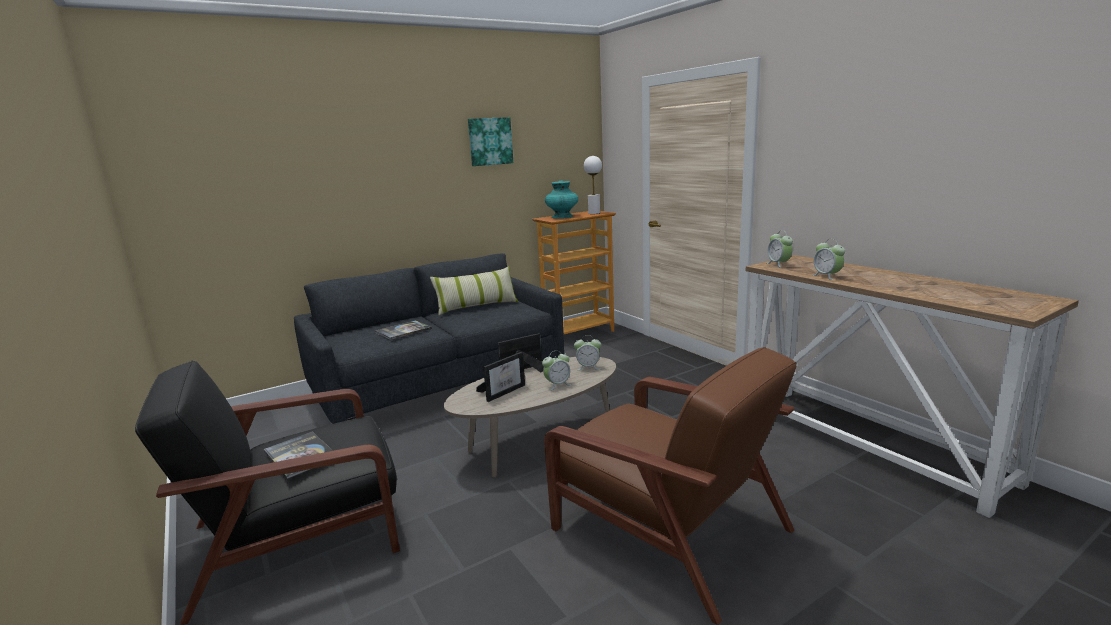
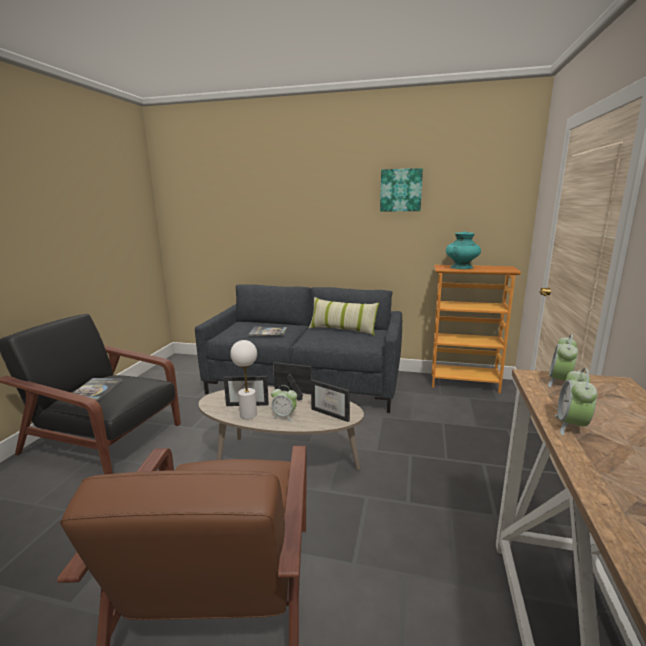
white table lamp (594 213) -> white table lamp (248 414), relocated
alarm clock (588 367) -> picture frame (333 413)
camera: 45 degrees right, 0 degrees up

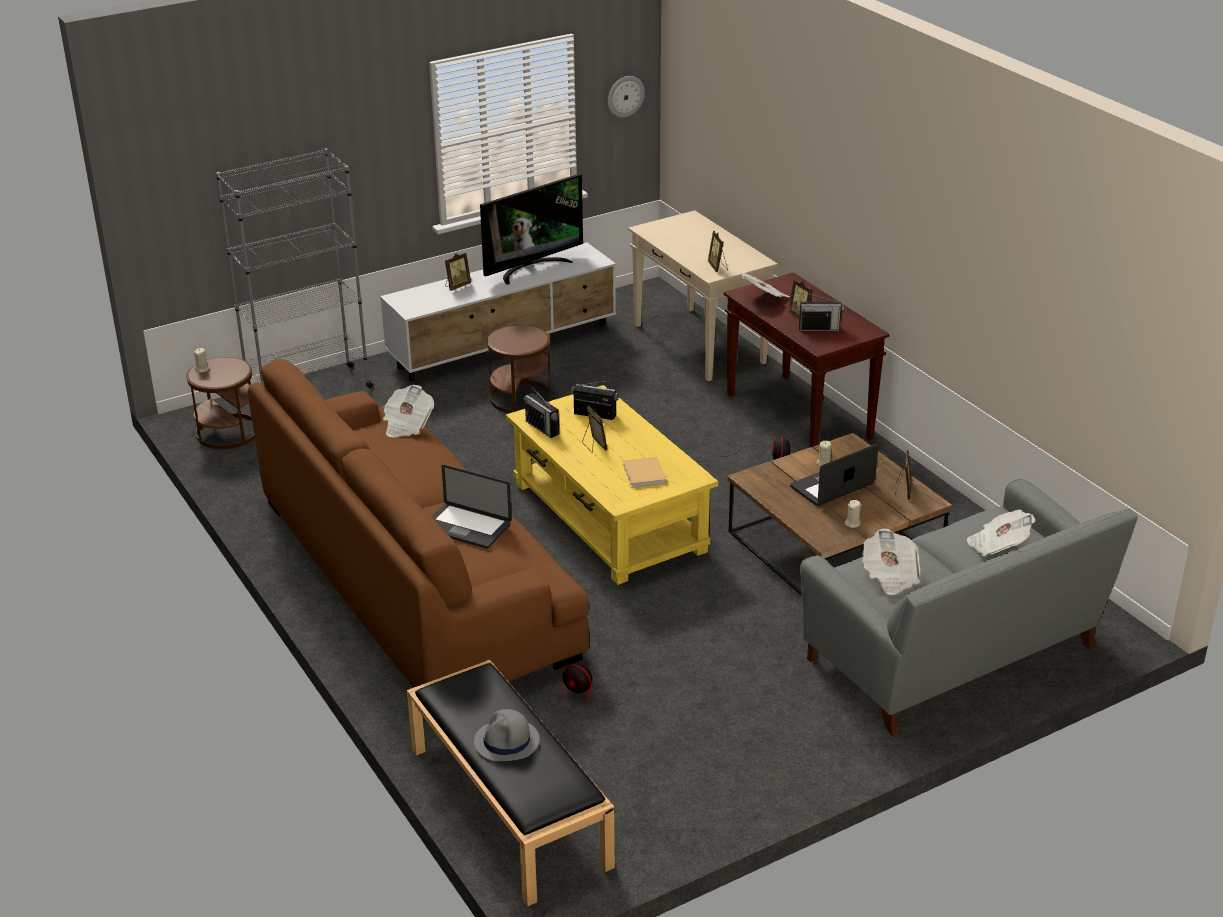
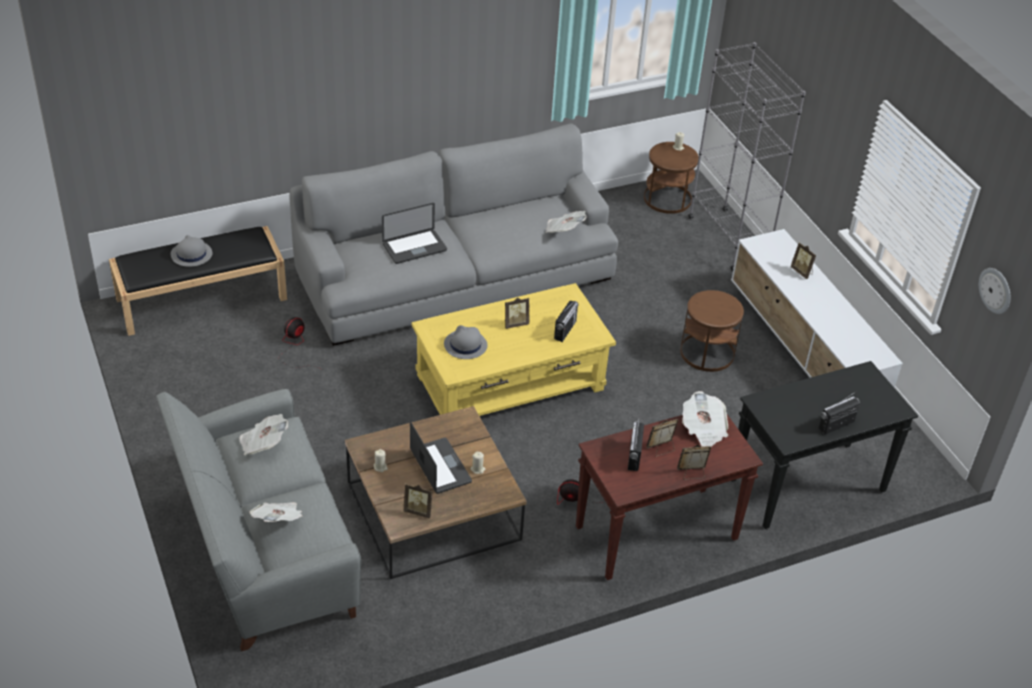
television (531 268) -> none
radio (542 428) -> radio (836 425), relocated
picture frame (718 267) -> picture frame (692 473), relocated
beige book (644 475) -> grey hat (465 345)
brown sofa (415 576) -> grey sofa (455 277)
beige console table (700 345) -> black console table (806 486)
laptop (466 527) -> laptop (414 247), 150 degrees counterclockwise
camera: 95 degrees right, 10 degrees up

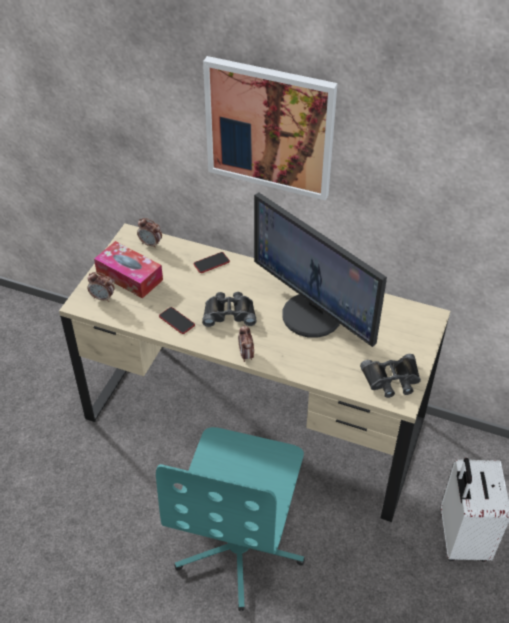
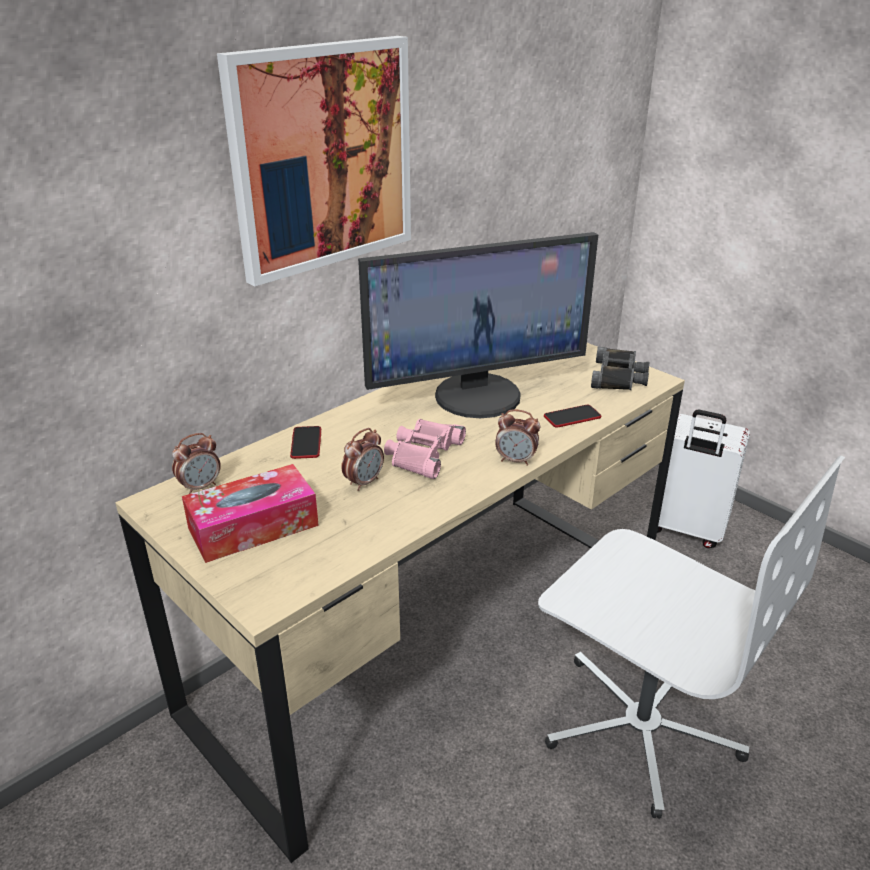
alarm clock (103 298) -> alarm clock (364 482), relocated
phone (176 321) -> phone (572 417), relocated
turquoise office chair (240 547) -> white office chair (641 725)
black binoculars (229 313) -> pink binoculars (422 454)
camera: 65 degrees left, 15 degrees down

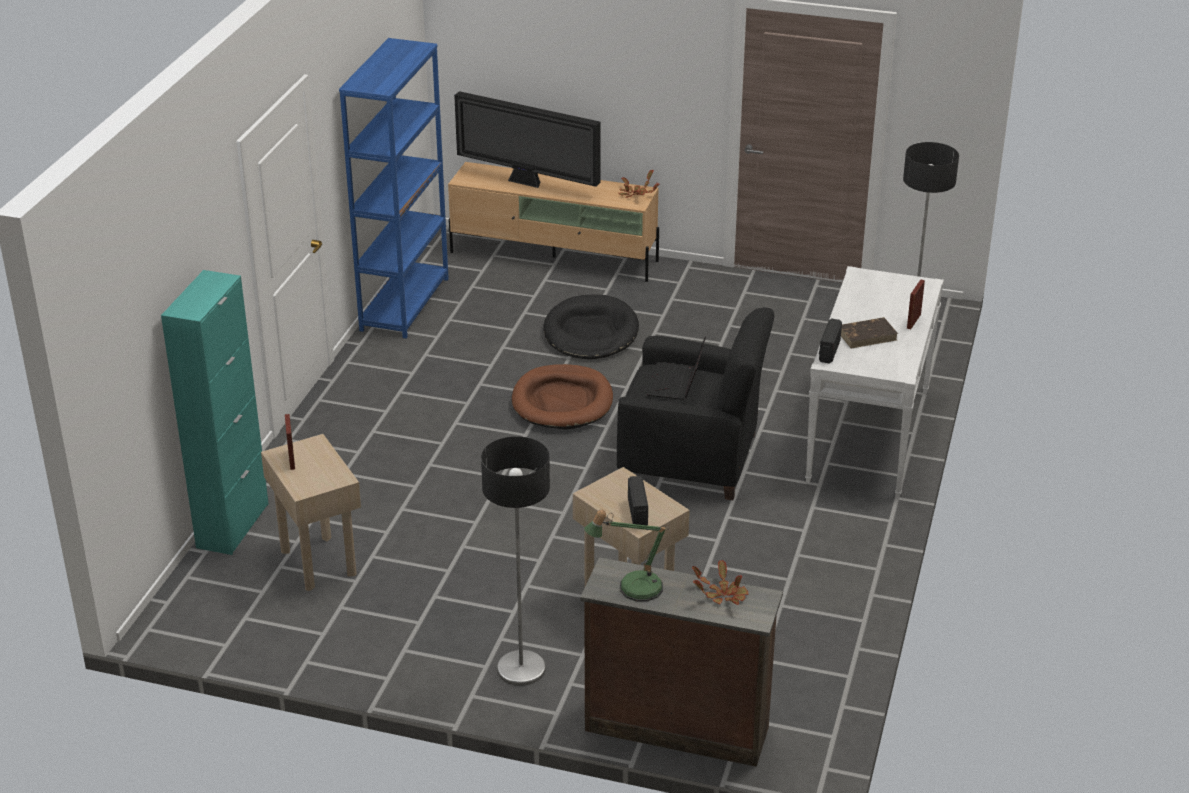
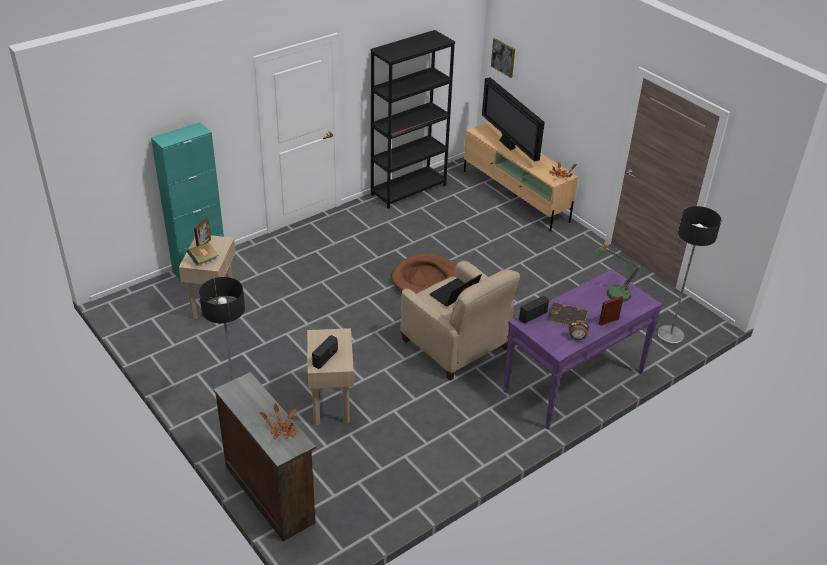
black dog bed (591 332) -> none
none -> book (203 260)
none -> picture (503 57)
none -> alarm clock (577 338)
table lamp (632 588) -> table lamp (614 292), relocated
blue bookcase (405 304) -> black bookcase (408 190)
black armchair (691 458) -> beige armchair (456 344)
white console table (869 435) -> purple console table (573 382)
camera: 35 degrees right, 5 degrees up

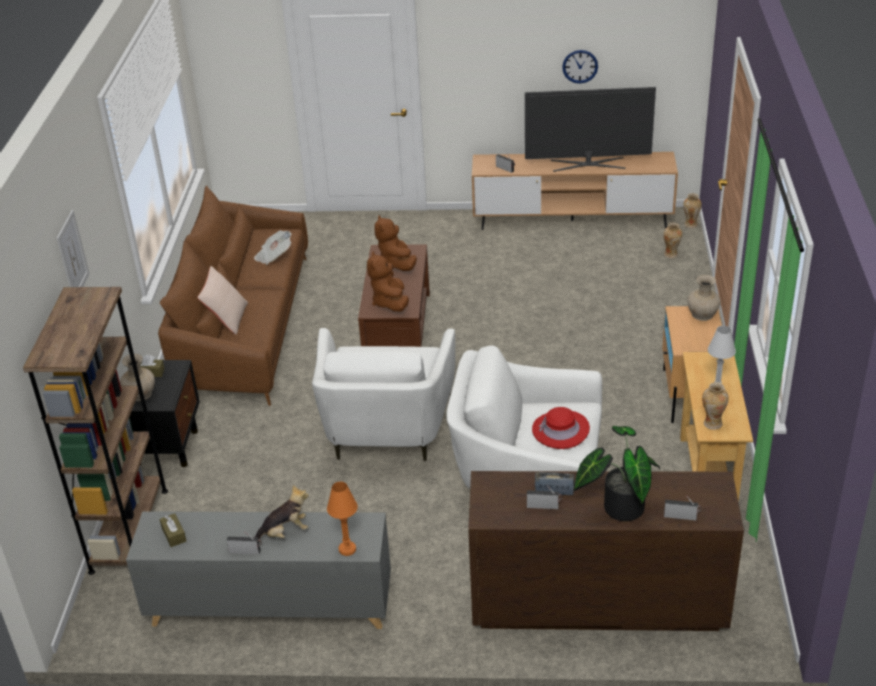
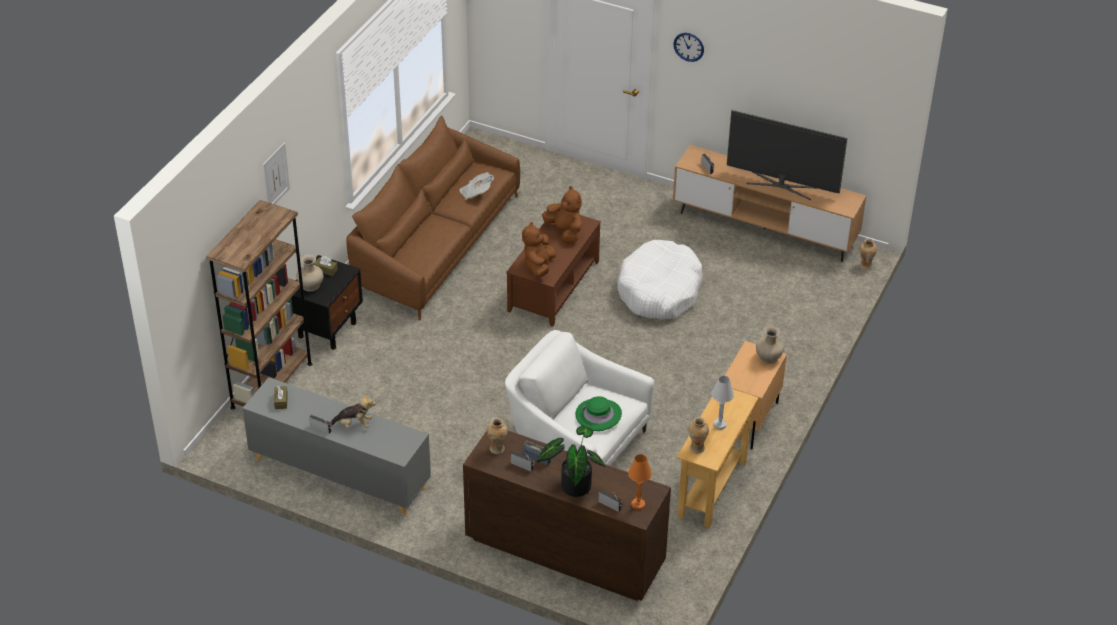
beige pillow (226 318) -> none
white armchair (386 429) -> none
none -> white dog bed (659 291)
orange table lamp (347 549) -> orange table lamp (638 504), relocated
wall clock (580 66) -> wall clock (688 46), relocated
vase (671 255) -> vase (497 449), relocated
red hat (560 430) -> green hat (598 415)
brown plush toy (396 264) -> brown plush toy (565 232), 135 degrees clockwise
camera: 20 degrees right, 5 degrees up

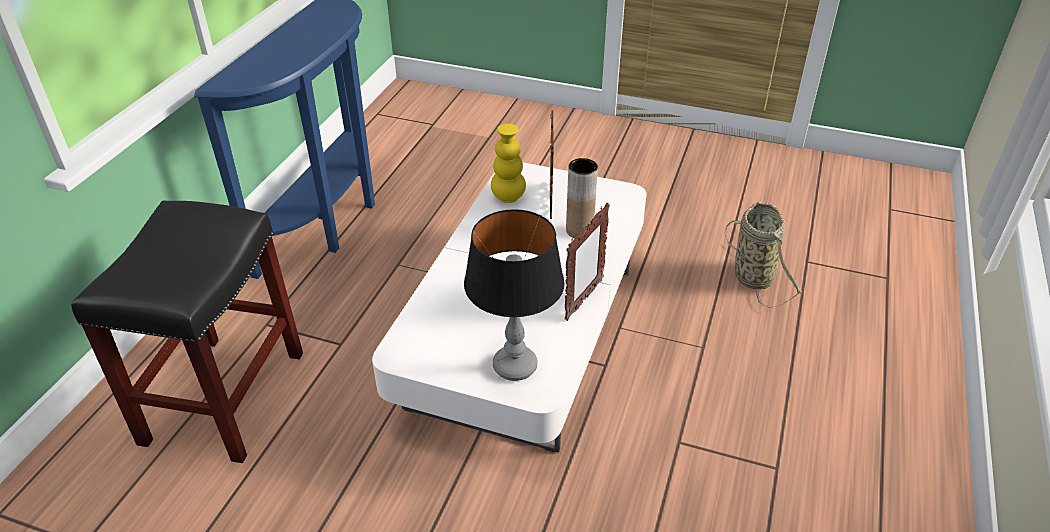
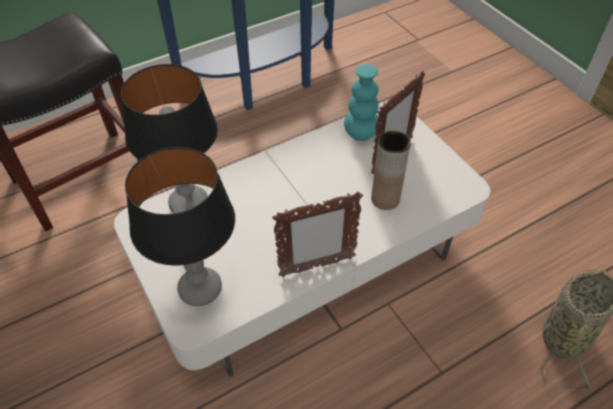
none -> table lamp (188 203)
yellow vase (508 197) -> turquoise vase (360 134)
camera: 40 degrees right, 10 degrees up

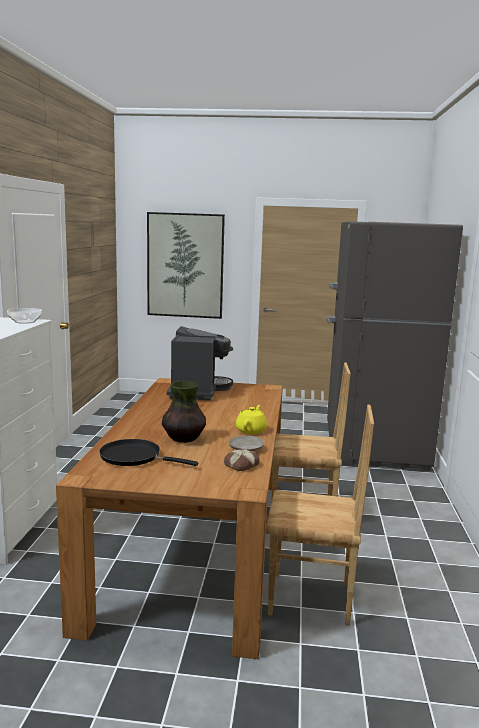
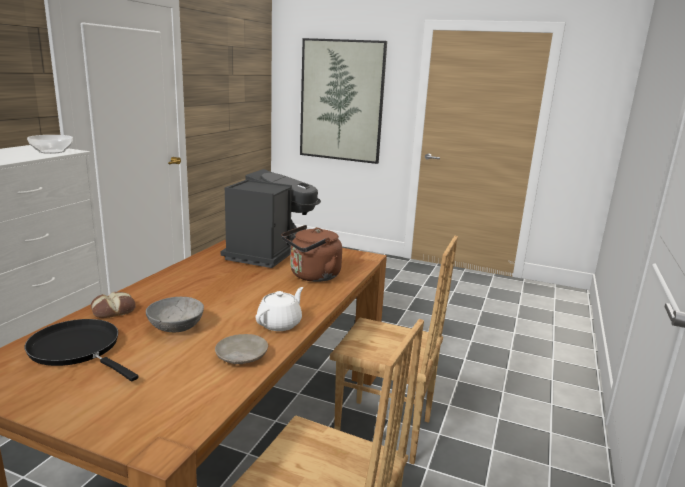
grey fridge (373 446) -> none
none -> brown kettle (312 276)
bread (241 464) -> bread (113 310), relocated
vase (184 439) -> grey bowl (176 326)
yellow teapot (251 430) -> white teapot (280 323)
camera: 15 degrees right, 5 degrees up

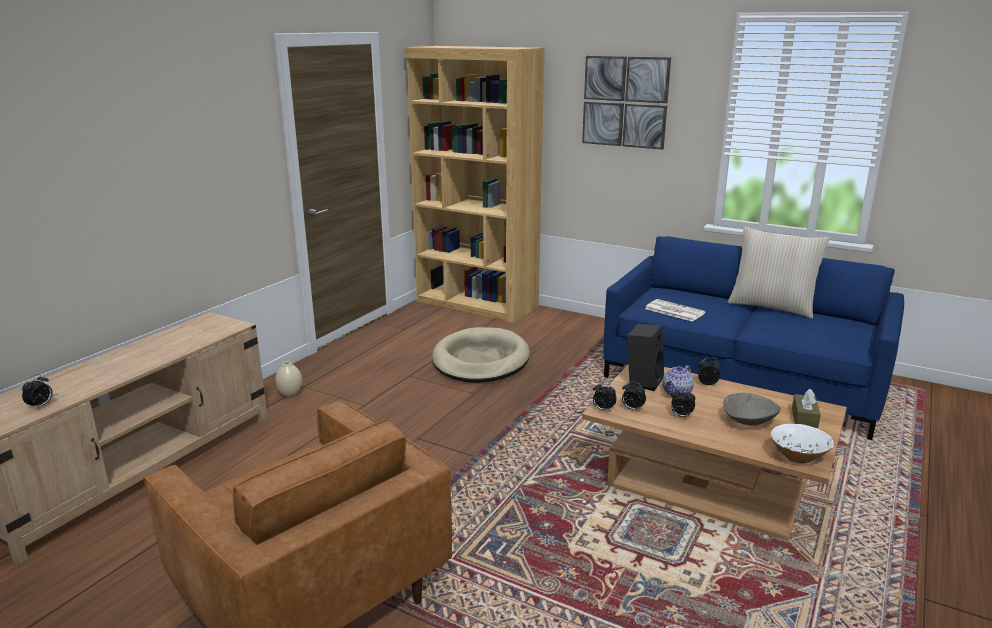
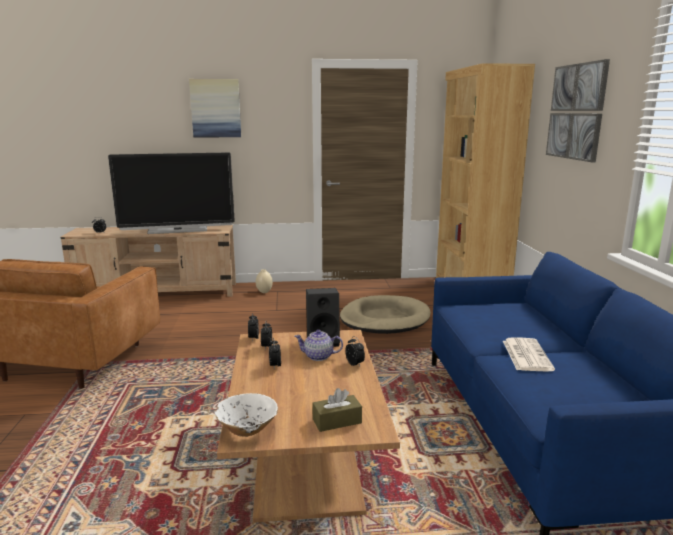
grey bowl (749 422) -> none
beige pillow (771 307) -> none
none -> television (178 230)
none -> picture (216 108)
newspaper (673 311) -> newspaper (526 355), relocated
camera: 55 degrees right, 5 degrees down

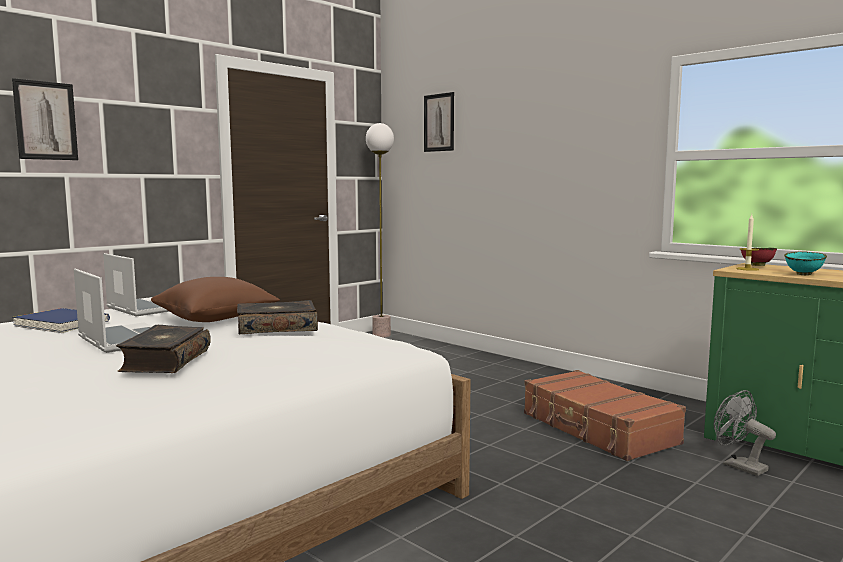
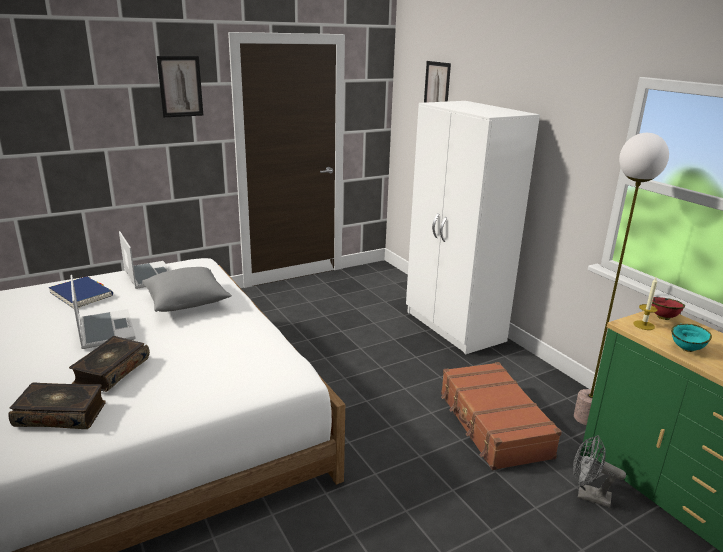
none -> white wardrobe (454 327)
picture (45 120) -> picture (180 86), relocated
book (277 328) -> book (61 414), relocated
floor lamp (381 335) -> floor lamp (586 418), relocated
brown pillow (216 319) -> grey pillow (187 303)
grey fan (738 466) -> grey fan (588 495), 45 degrees counterclockwise
camera: 15 degrees right, 15 degrees up

